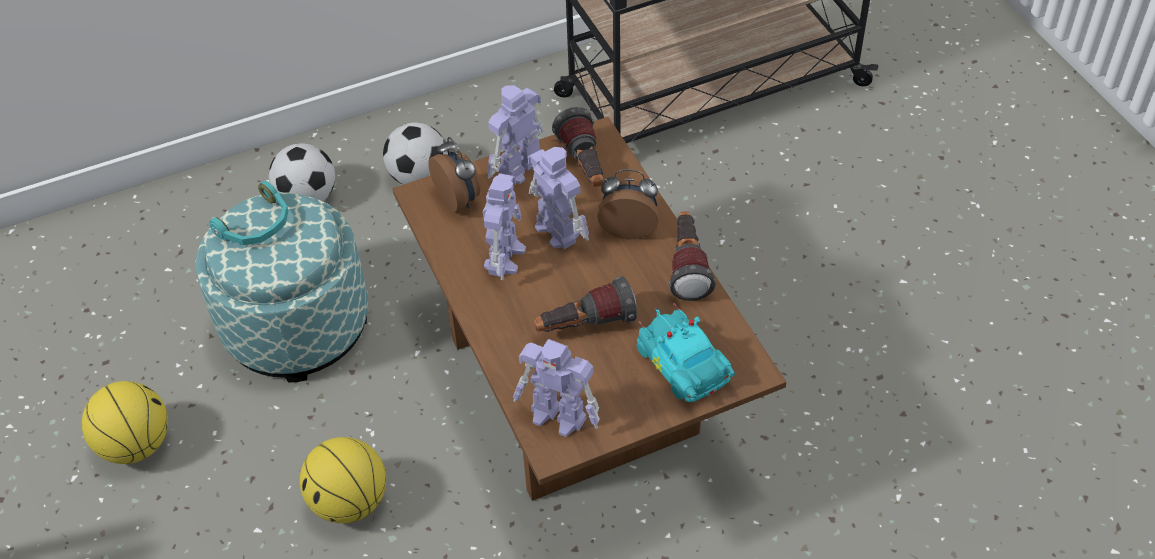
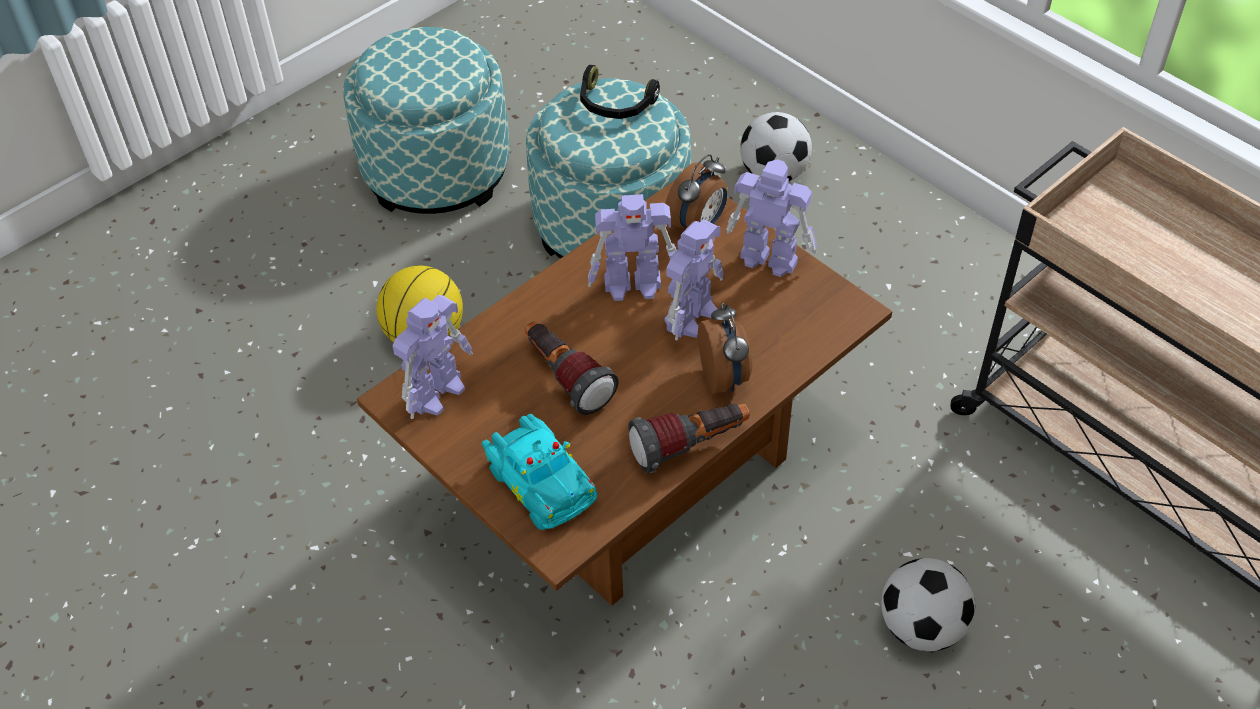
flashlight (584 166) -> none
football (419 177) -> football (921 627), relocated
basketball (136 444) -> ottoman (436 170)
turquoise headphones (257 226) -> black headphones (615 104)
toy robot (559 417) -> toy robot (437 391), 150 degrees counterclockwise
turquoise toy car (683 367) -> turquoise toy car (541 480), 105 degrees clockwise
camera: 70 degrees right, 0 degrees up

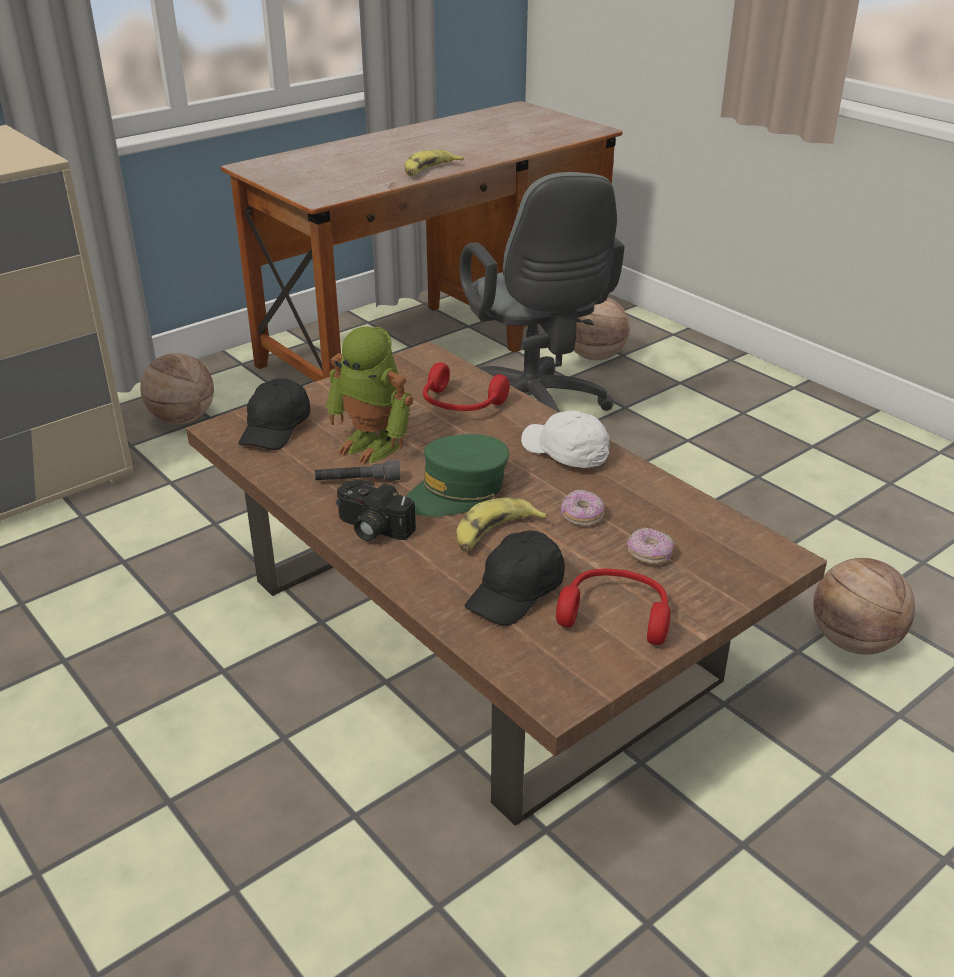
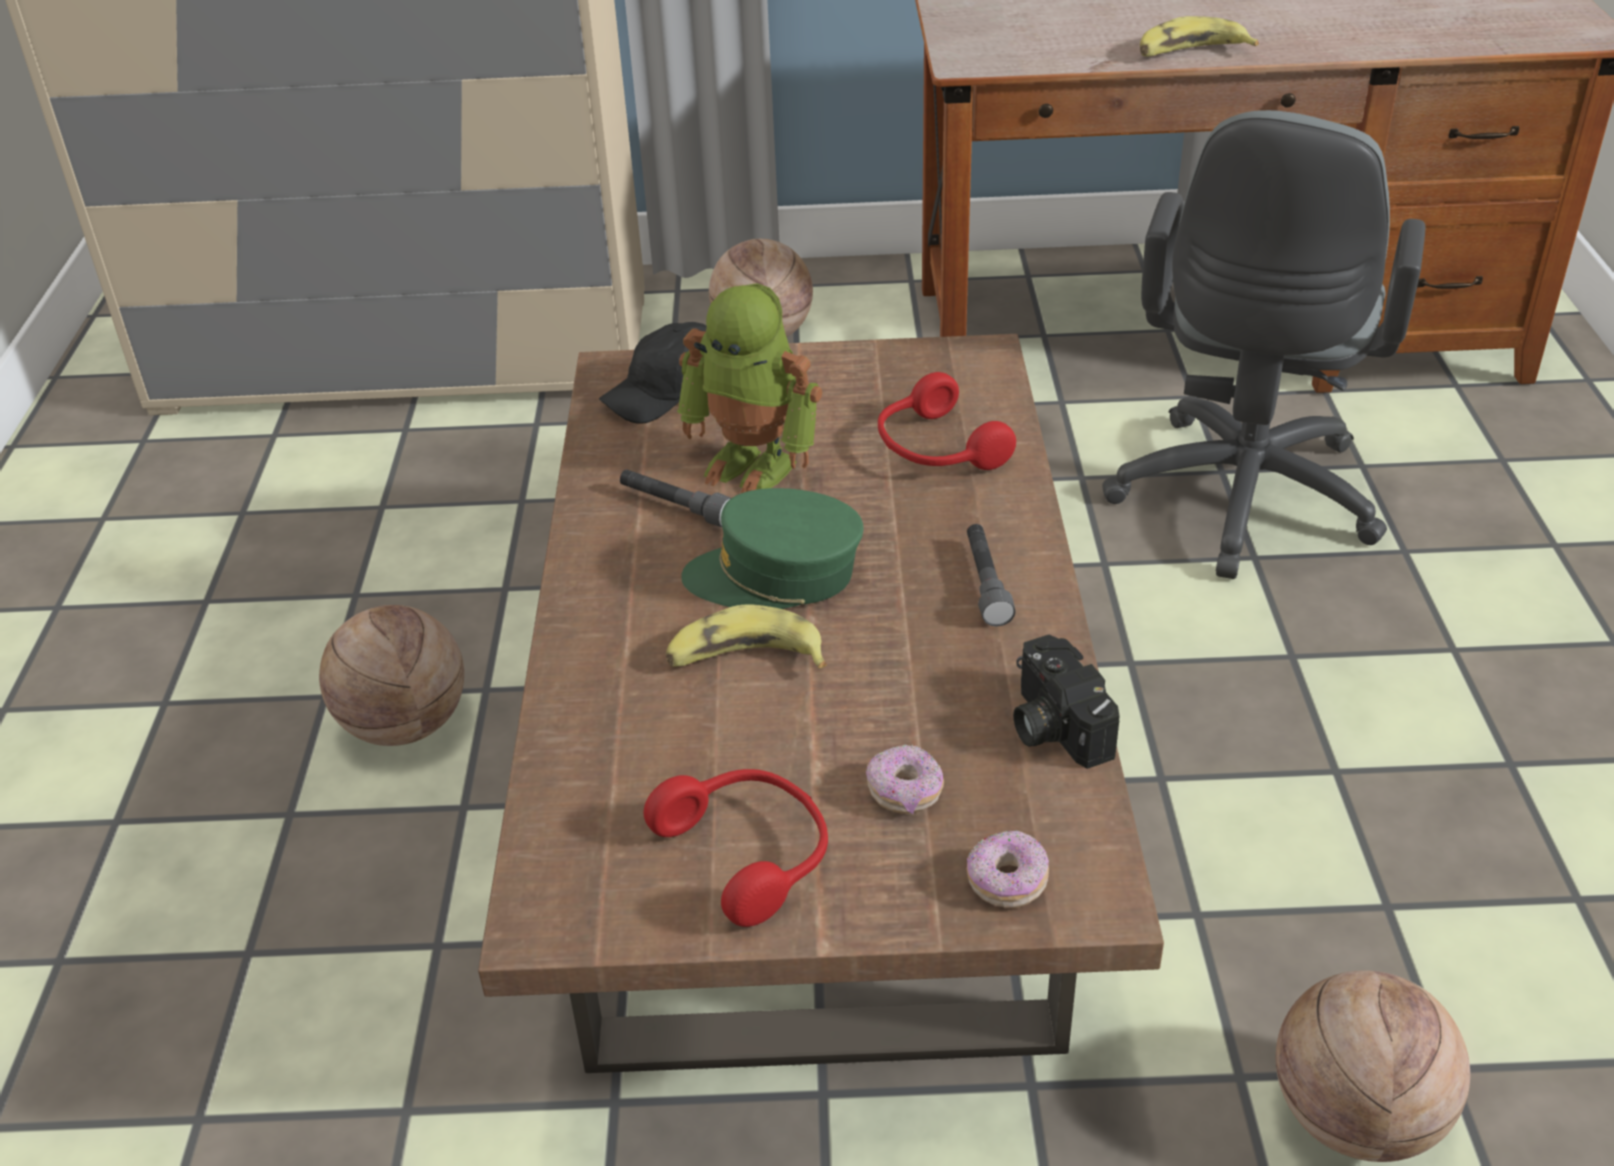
black cap (517 593) -> none
photo camera (371 529) -> photo camera (1051 726), relocated
donut (581 516) -> donut (1006 882), relocated
basketball (595 356) -> basketball (405 725), relocated
white cap (565 453) -> grey flashlight (985 584)
toy robot (373 445) -> toy robot (754 463), 45 degrees counterclockwise
camera: 40 degrees right, 5 degrees up

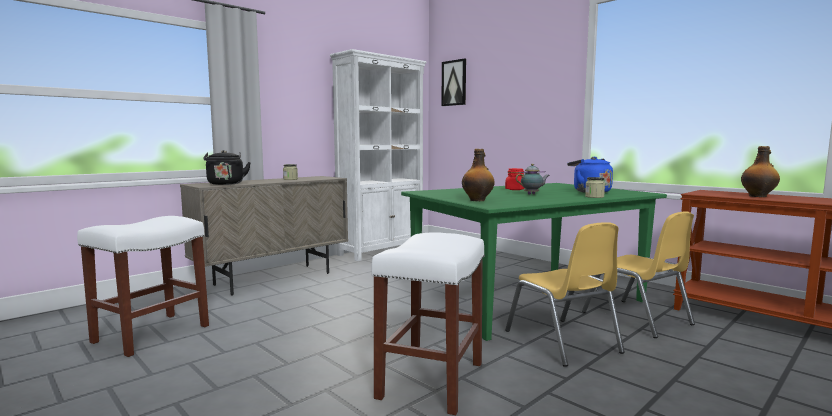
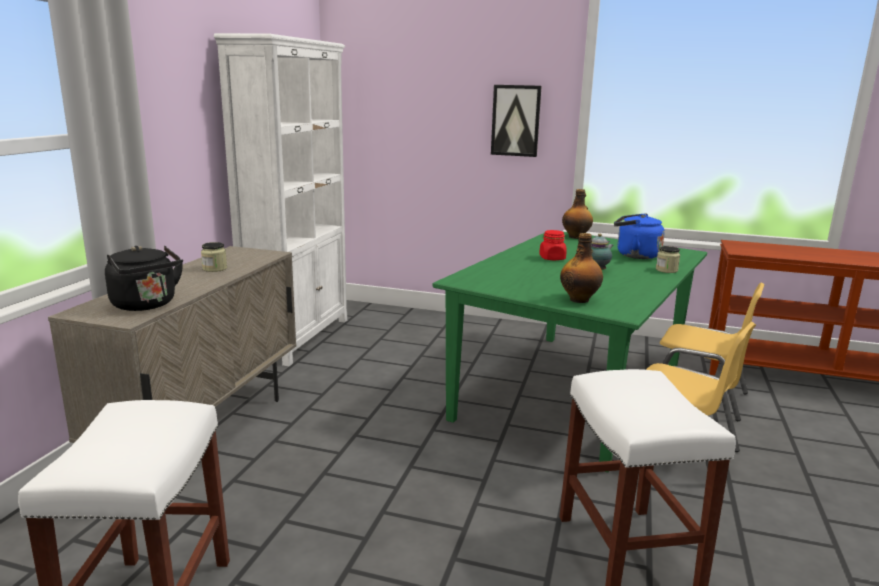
picture (454 83) -> picture (515 120), relocated
bottle (758 196) -> bottle (576 237), relocated
camera: 30 degrees left, 10 degrees up

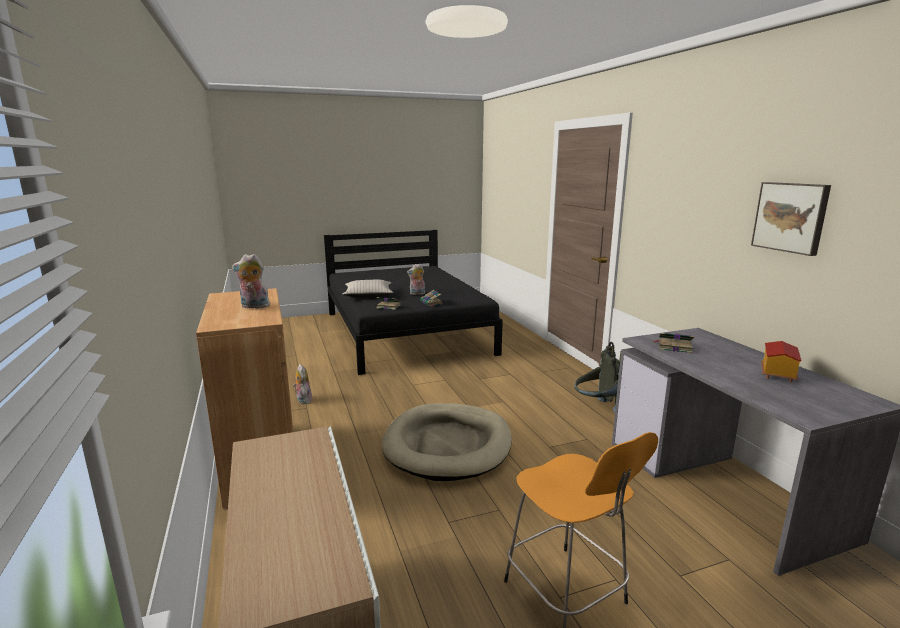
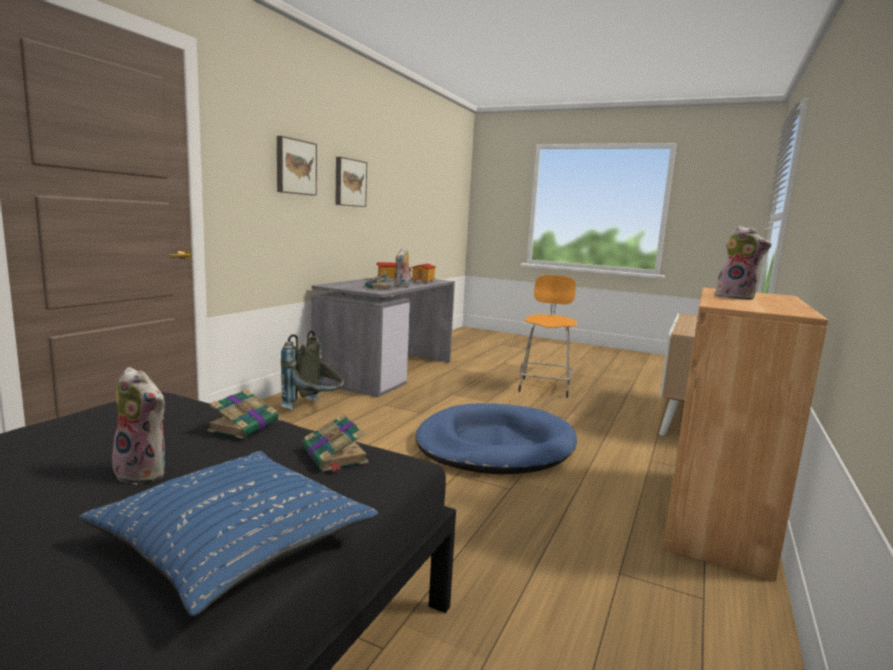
none -> picture (295 167)
none -> toy house (423 282)
plush toy (303 400) -> plush toy (402 286), relocated
beige pillow (368 295) -> blue pillow (234 542)
beige dog bed (448 445) -> blue dog bed (495 445)
camera: 135 degrees left, 5 degrees down

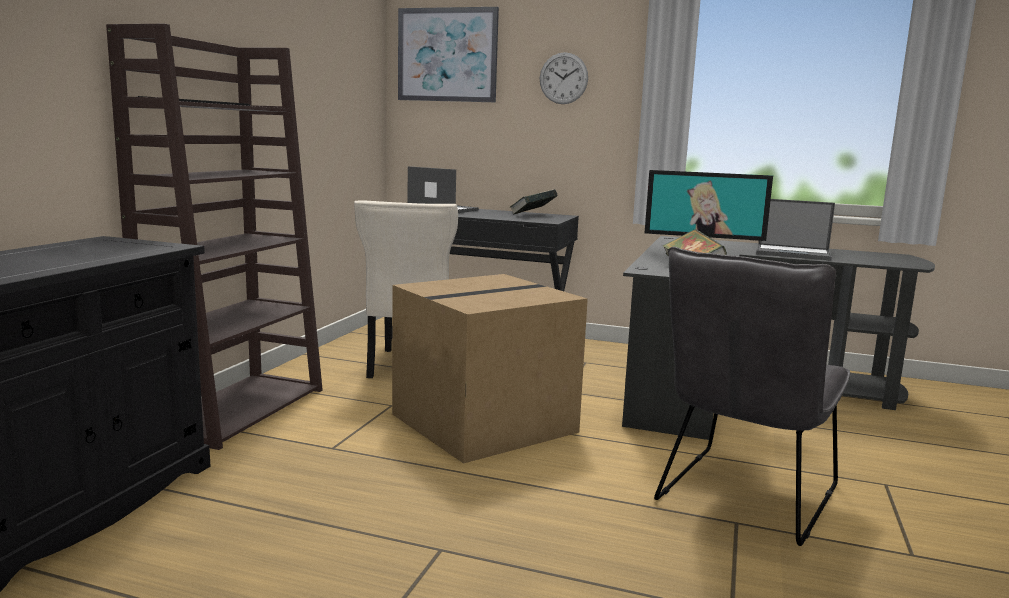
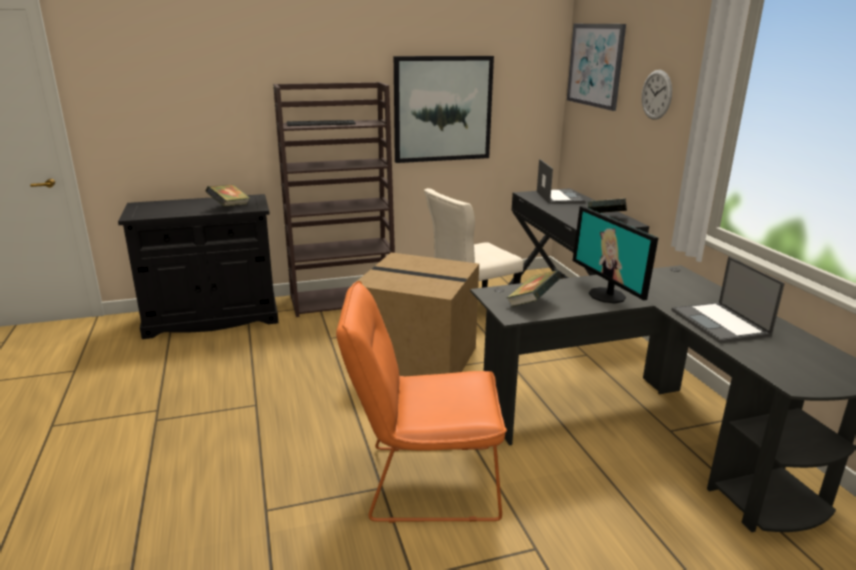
none -> book (229 207)
none -> picture (442 109)
grey chair (742 498) -> orange chair (422 482)
camera: 55 degrees right, 10 degrees up

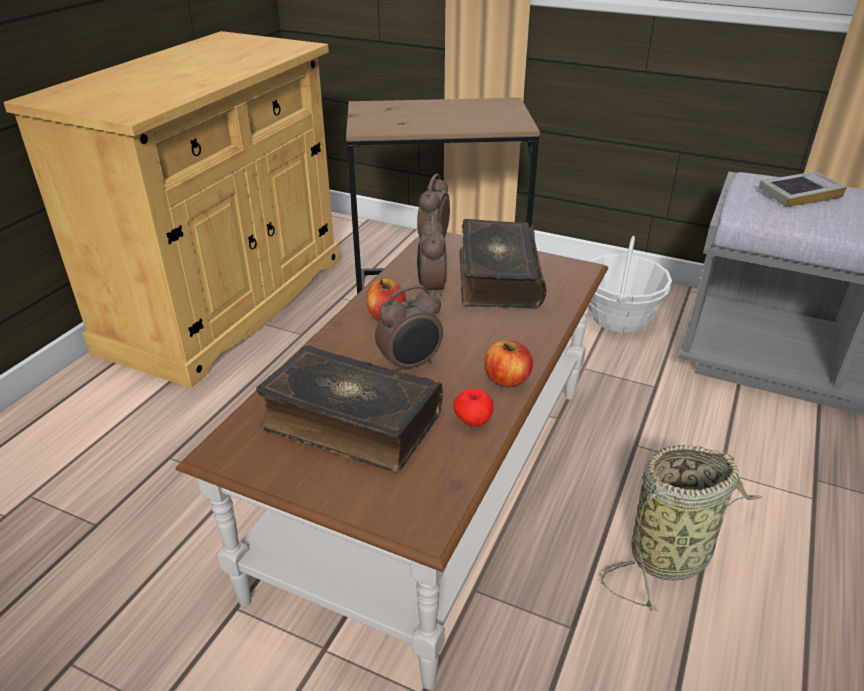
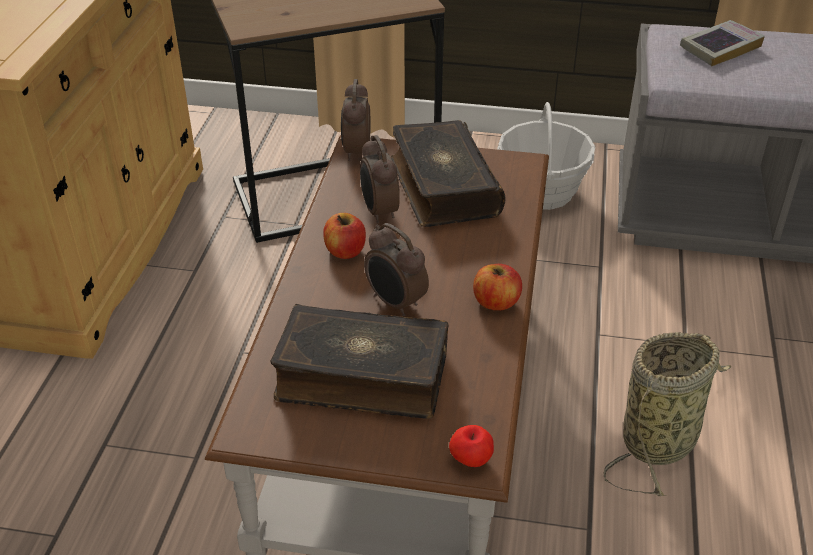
apple (473 421) -> apple (470 459), relocated
alarm clock (411 365) -> alarm clock (395 303), 90 degrees clockwise
camera: 15 degrees left, 5 degrees up

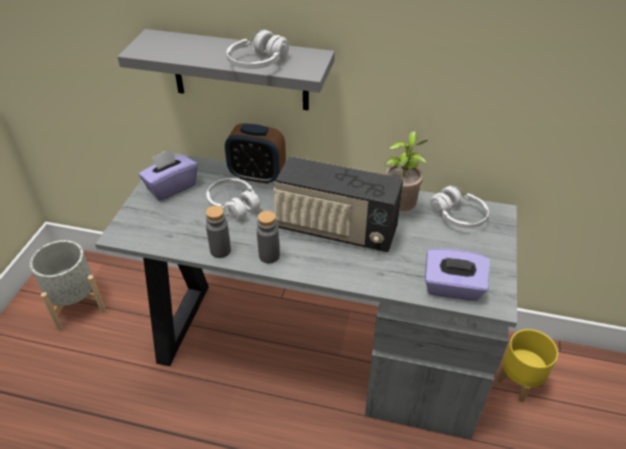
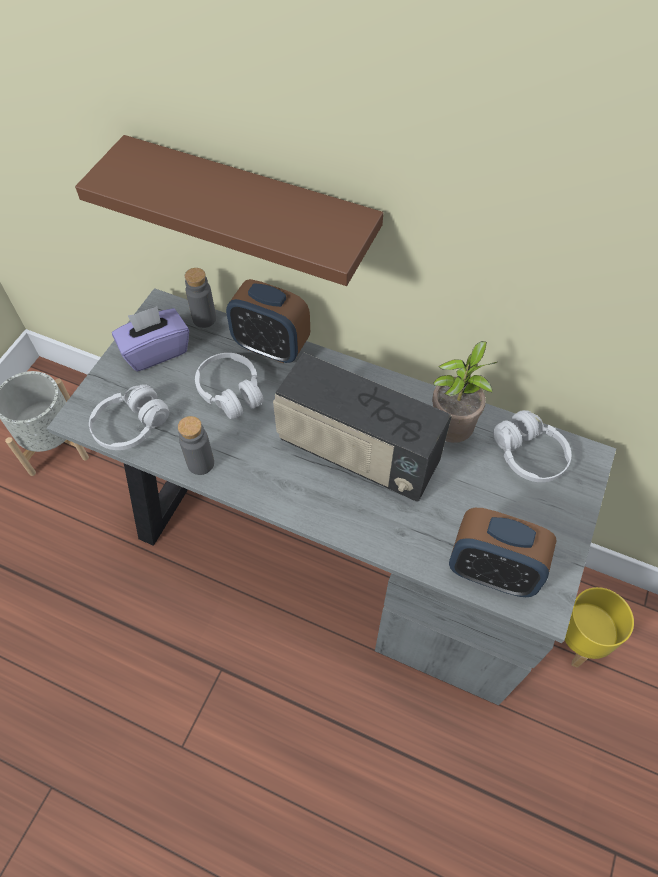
white headphones (258 63) -> white headphones (131 426), relocated
grey bottle (269 256) -> grey bottle (204 319), relocated
purple tissue box (452 288) -> alarm clock (491 571)
grey shelf (240 70) -> brown shelf (252 211)
camera: 10 degrees right, 15 degrees up

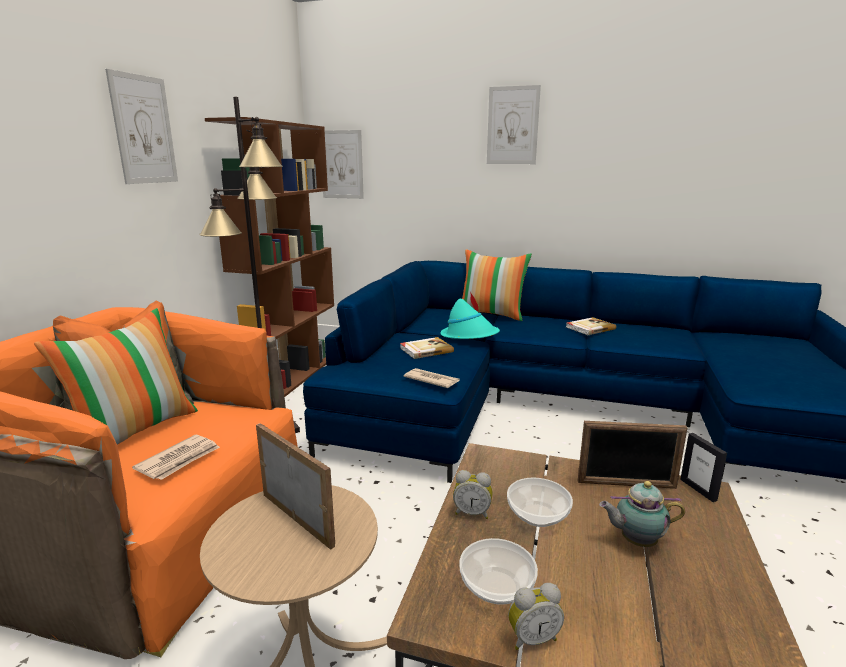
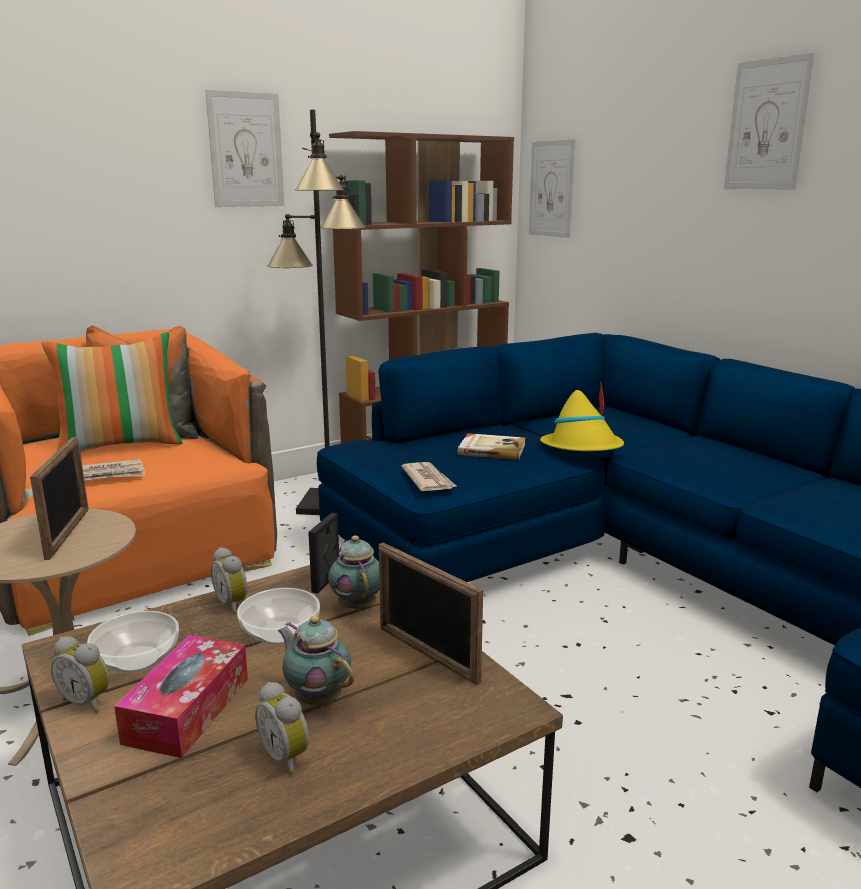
pillow (492 314) -> none
book (589 328) -> none
none -> tissue box (187 710)
none -> alarm clock (287 757)
none -> teapot (357 605)
picture frame (698 490) -> picture frame (326 581), relocated
turquoise hat (469 336) -> yellow hat (583 448)
camera: 40 degrees right, 0 degrees up

